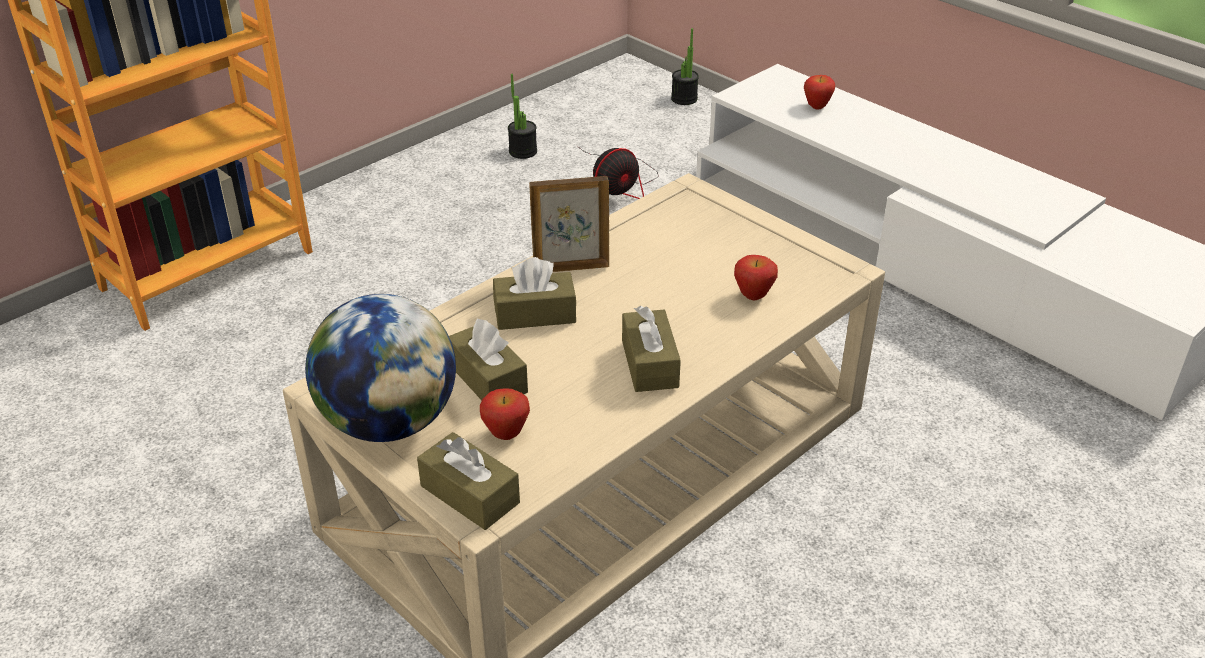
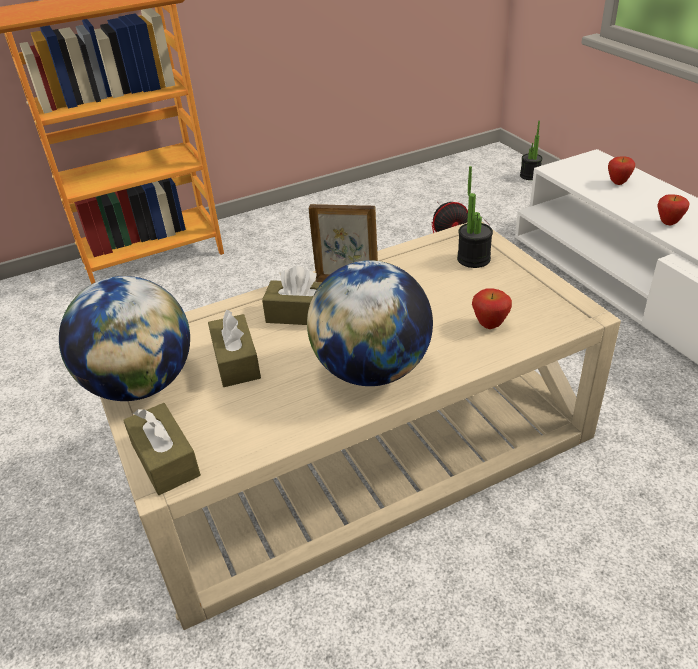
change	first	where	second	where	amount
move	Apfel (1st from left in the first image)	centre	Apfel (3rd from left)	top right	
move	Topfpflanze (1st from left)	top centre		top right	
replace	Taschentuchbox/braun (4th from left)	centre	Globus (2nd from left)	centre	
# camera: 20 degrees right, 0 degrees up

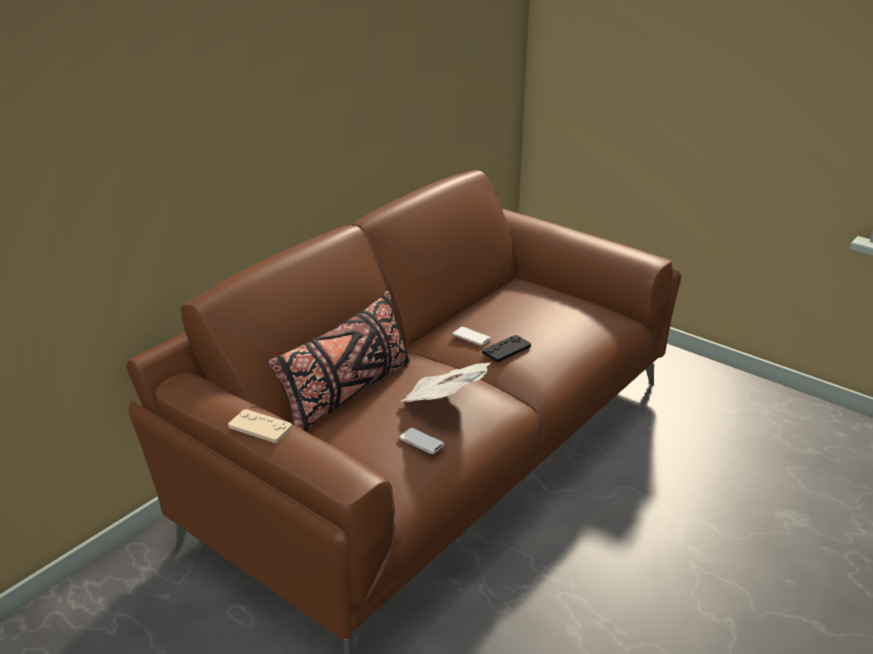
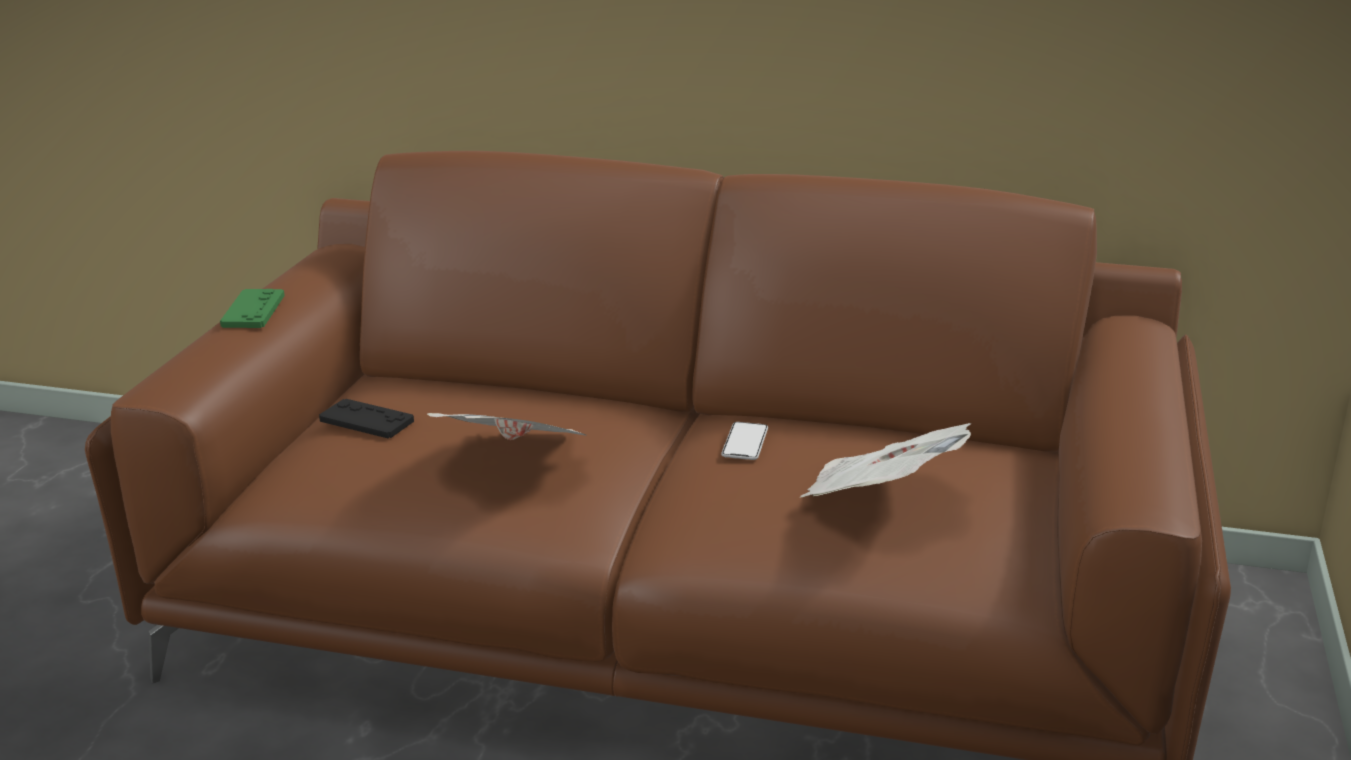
change	first	where	second	where	amount
delete	Kissen/schwarz	centre			
delete	Handy (1st from left)	bottom centre			
insert			Zeitung (2nd from left)	centre	
move	Gamepad/schwarz	centre		middle left	
recolor	Gamepad/beige	middle left	Gamepad/grün	middle left	
# camera: 65 degrees right, 5 degrees down

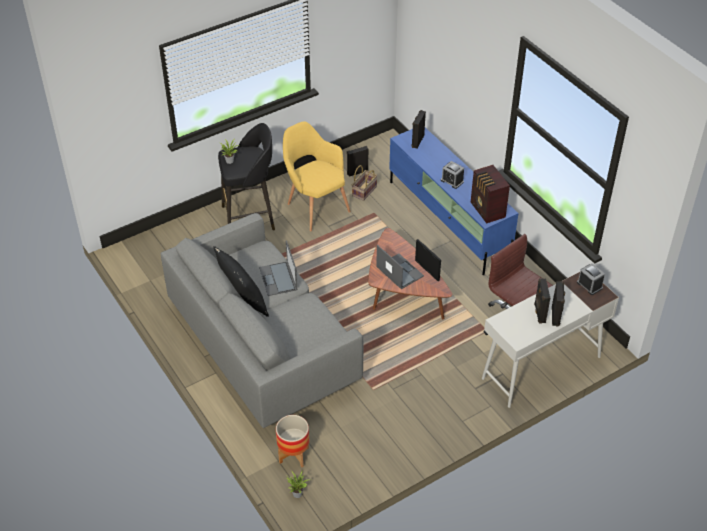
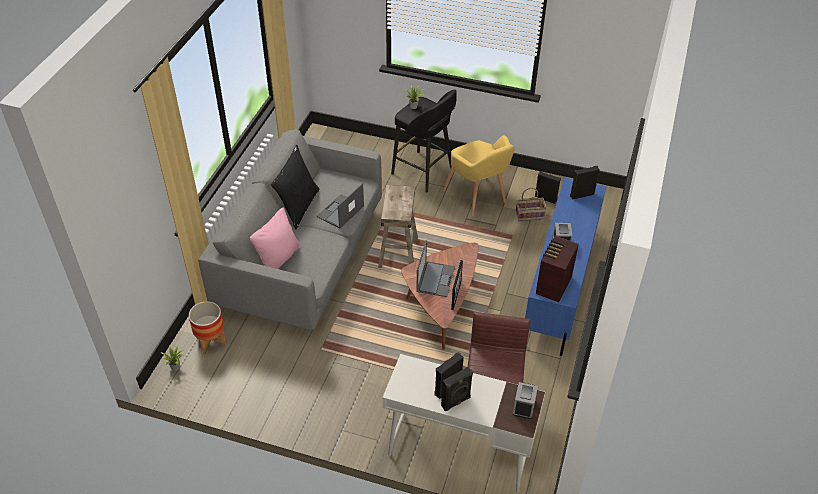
change	first	where	second	where	amount
insert			Kissen/rosa	centre	
insert			Hocker/beige	centre	
rotate	Sessel/gelb	top centre		centre	135 degrees clockwise
# camera: 50 degrees right, 0 degrees up

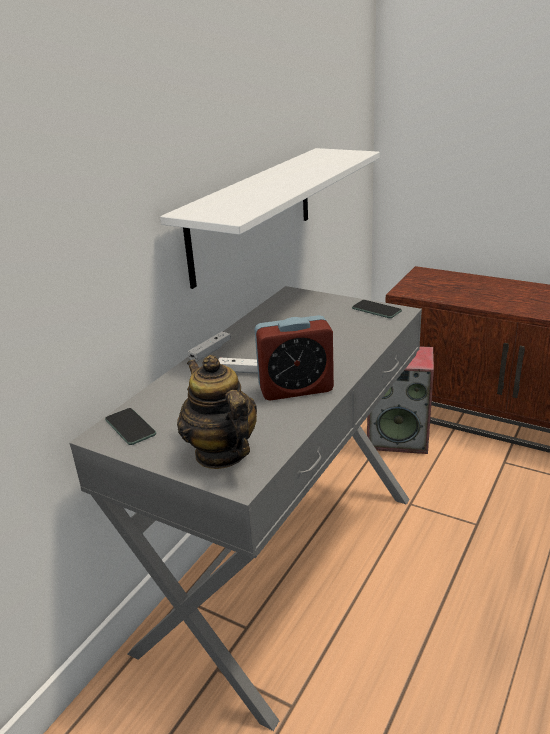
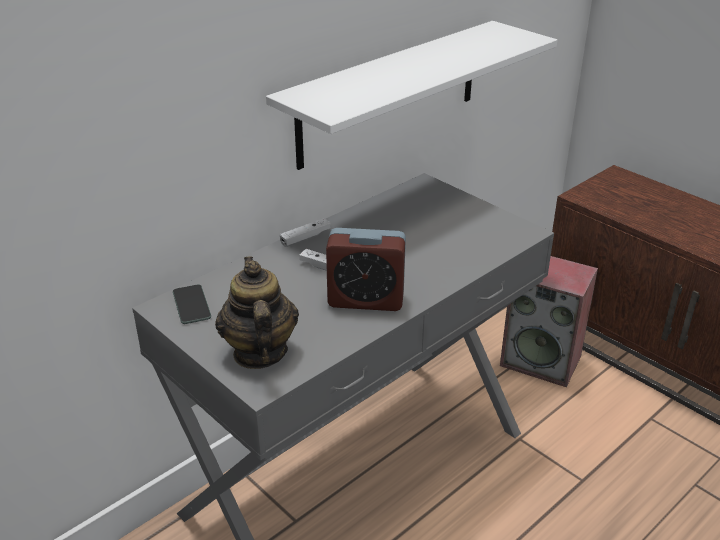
change	first	where	second	where	amount
delete	Handy (2nd from left)	middle right			
# camera: 15 degrees right, 5 degrees up

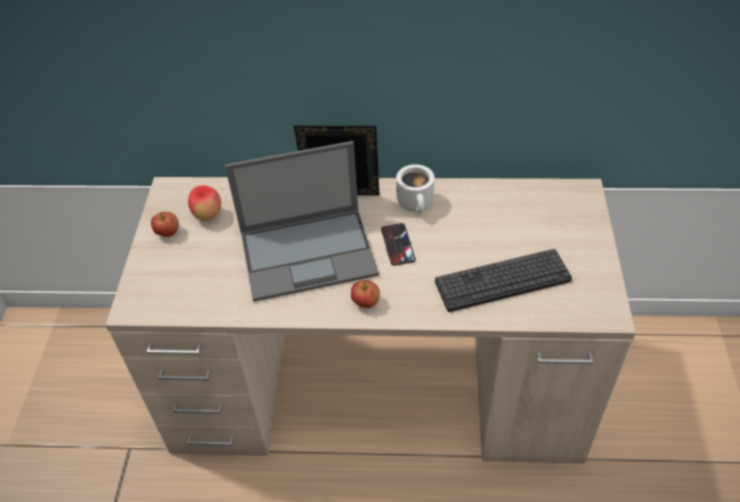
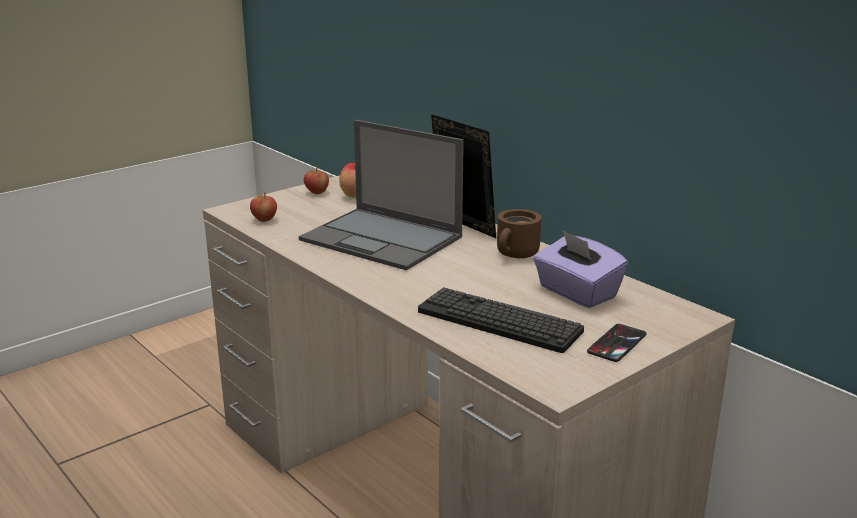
change	first	where	second	where	amount
insert			Taschentuchbox/lila	middle right	
move	Apfel (3rd from left in the first image)	centre	Apfel (1st from left)	middle left	
move	Handy	centre		middle right	
recolor	Henkelbecher/weiß	centre	Henkelbecher/braun	centre	
# camera: 45 degrees right, 25 degrees down

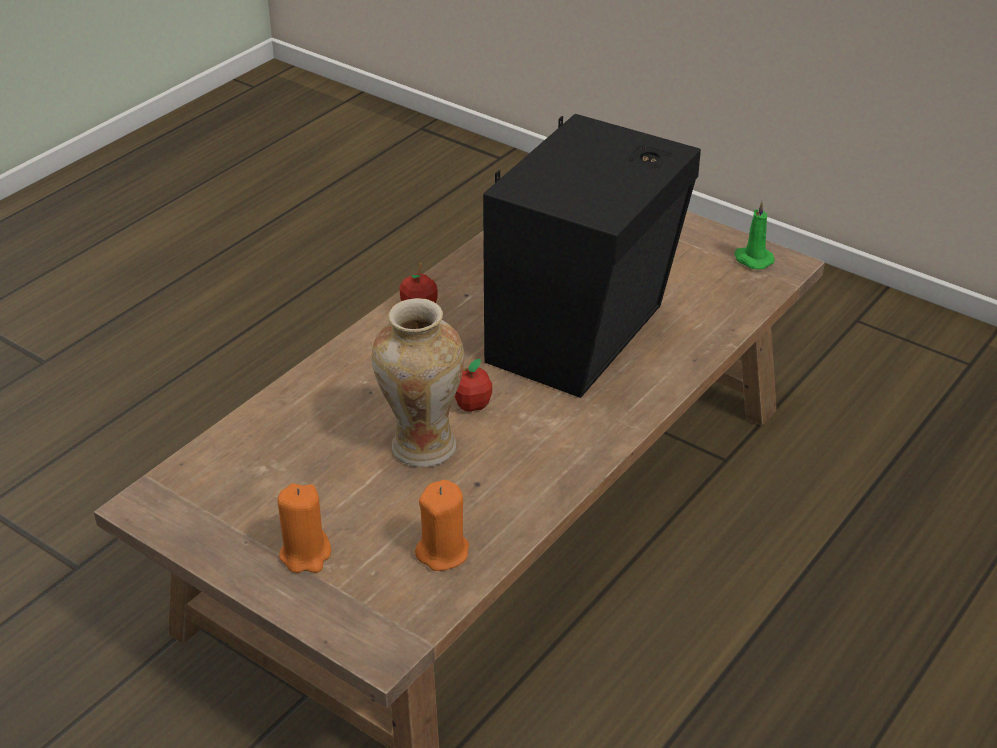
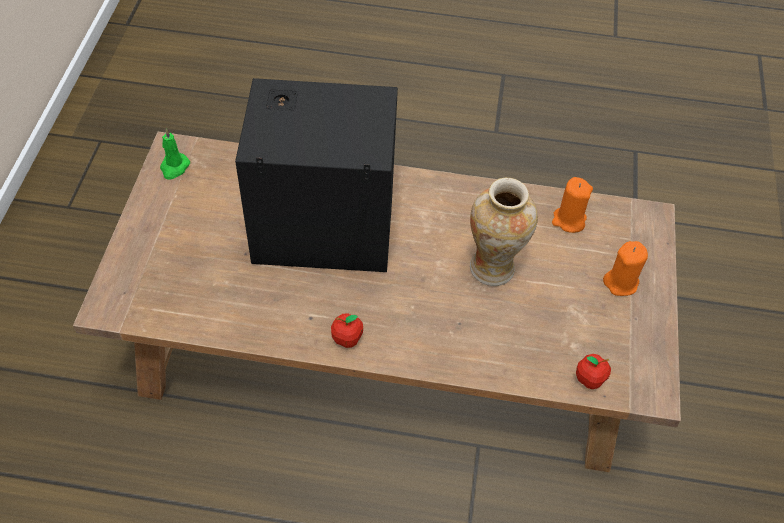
change	first	where	second	where	amount
move	Apfel (2nd from left)	centre		bottom right	
# camera: 120 degrees left, 15 degrees up

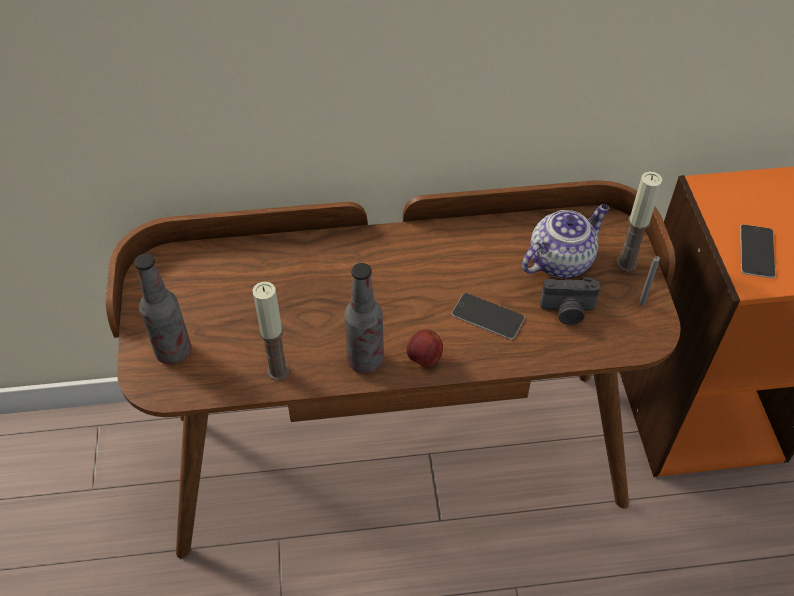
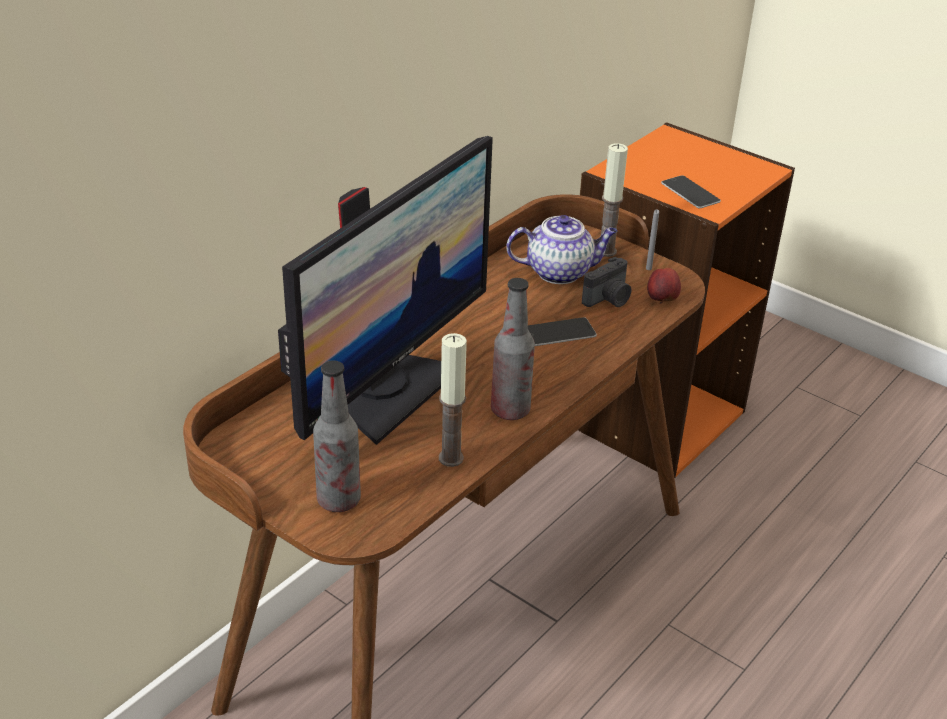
change	first	where	second	where	amount
insert			Monitor	centre	
move	Apfel	centre		middle right	
rotate	Teekanne	middle right		centre	75 degrees clockwise
# camera: 45 degrees left, 15 degrees down

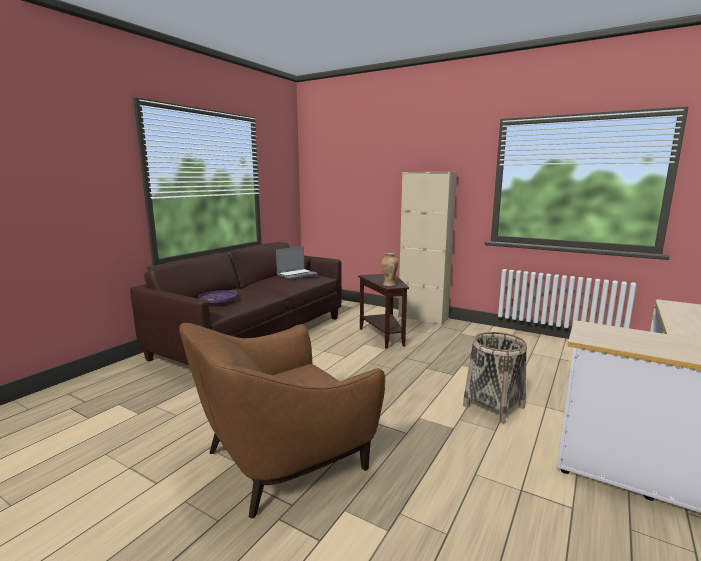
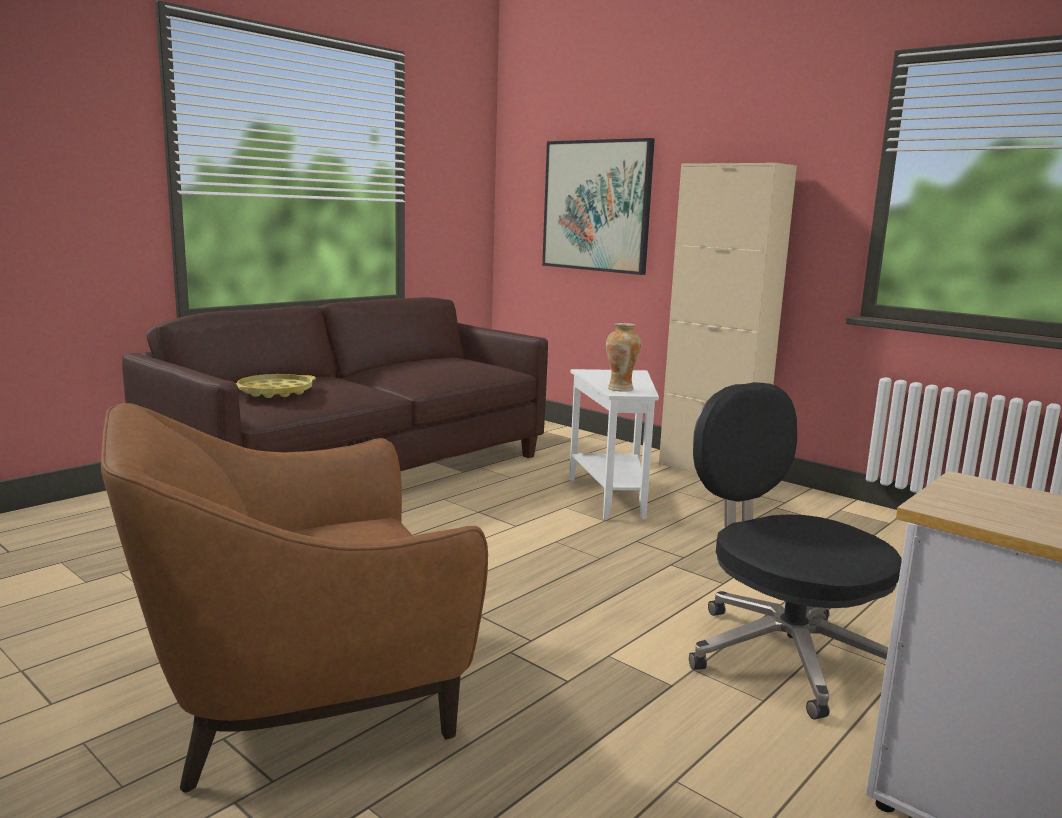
change	first	where	second	where	amount
delete	Laptop	centre			
insert			Bild	top centre	
replace	Korb	bottom right	Bürostuhl/schwarz	bottom right	
recolor	Tablett/lila	middle left	Tablett/gelb	middle left	
recolor	Beistelltisch/braun	centre	Beistelltisch/weiß	centre	
# camera: 10 degrees right, 0 degrees up

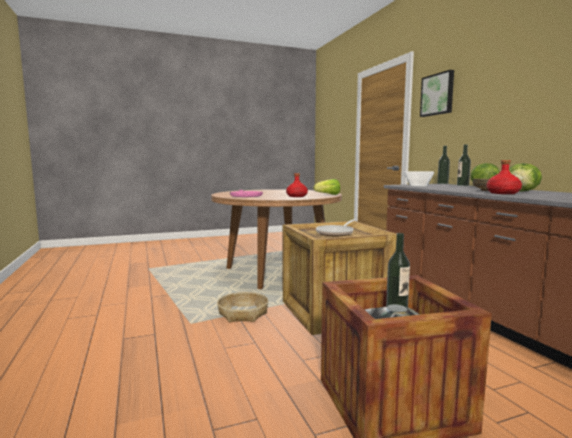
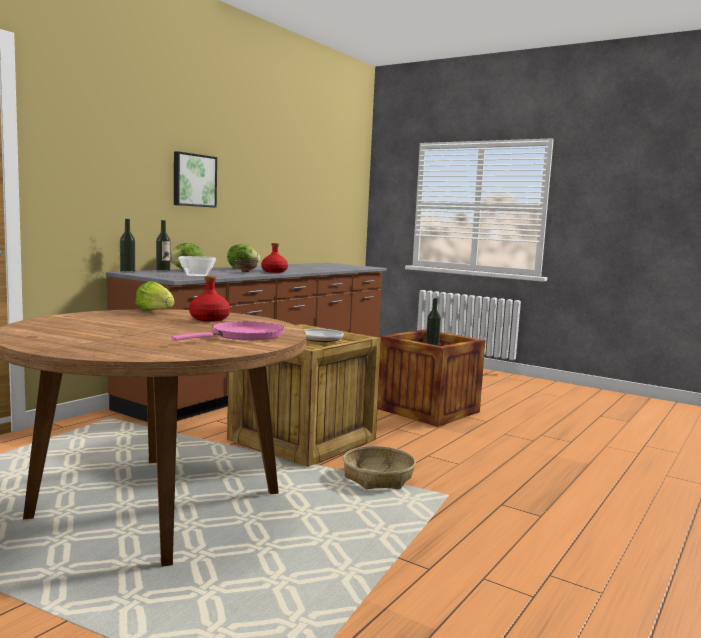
change	first	where	second	where	amount
move	Bild	top right		top left	
# camera: 125 degrees left, 0 degrees up

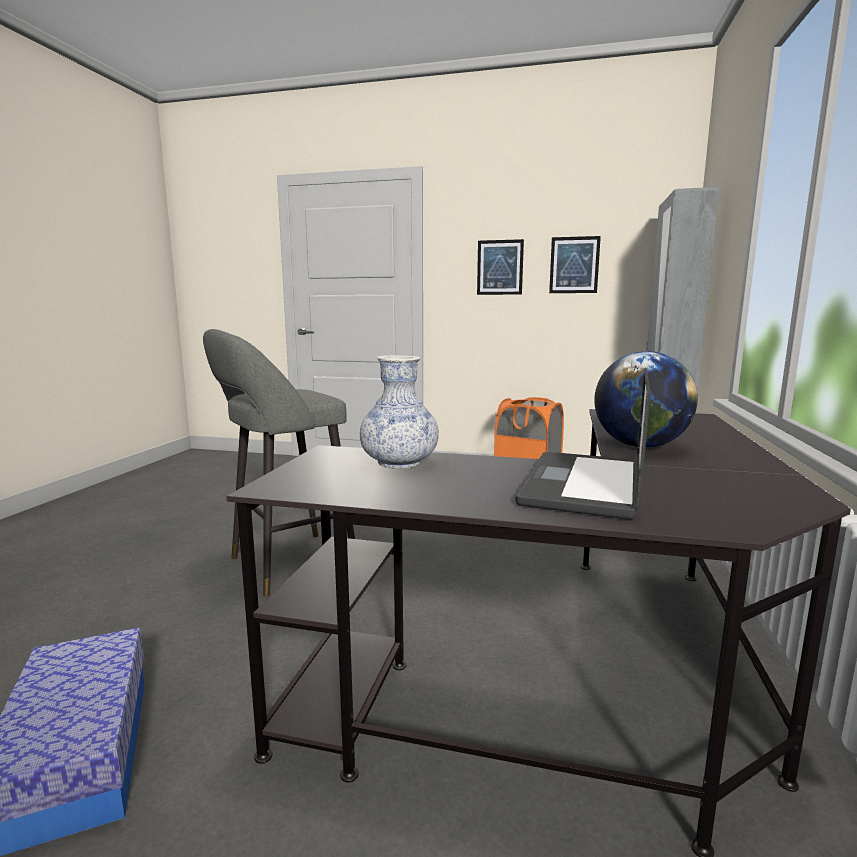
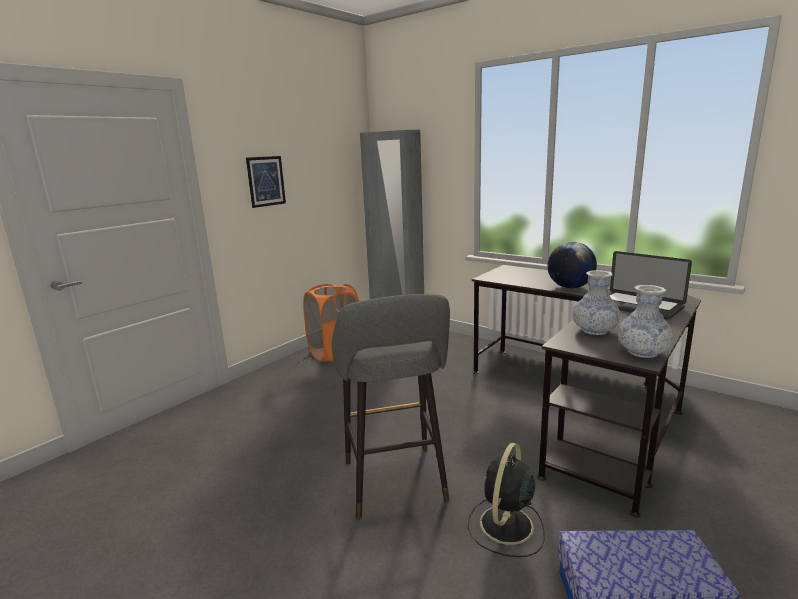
change	first	where	second	where	amount
delete	Bild (2nd from left)	top right			
insert			Ventilator/schwarz	bottom centre	
insert			Vase (2nd from left)	middle right	
# camera: 65 degrees left, 5 degrees up

